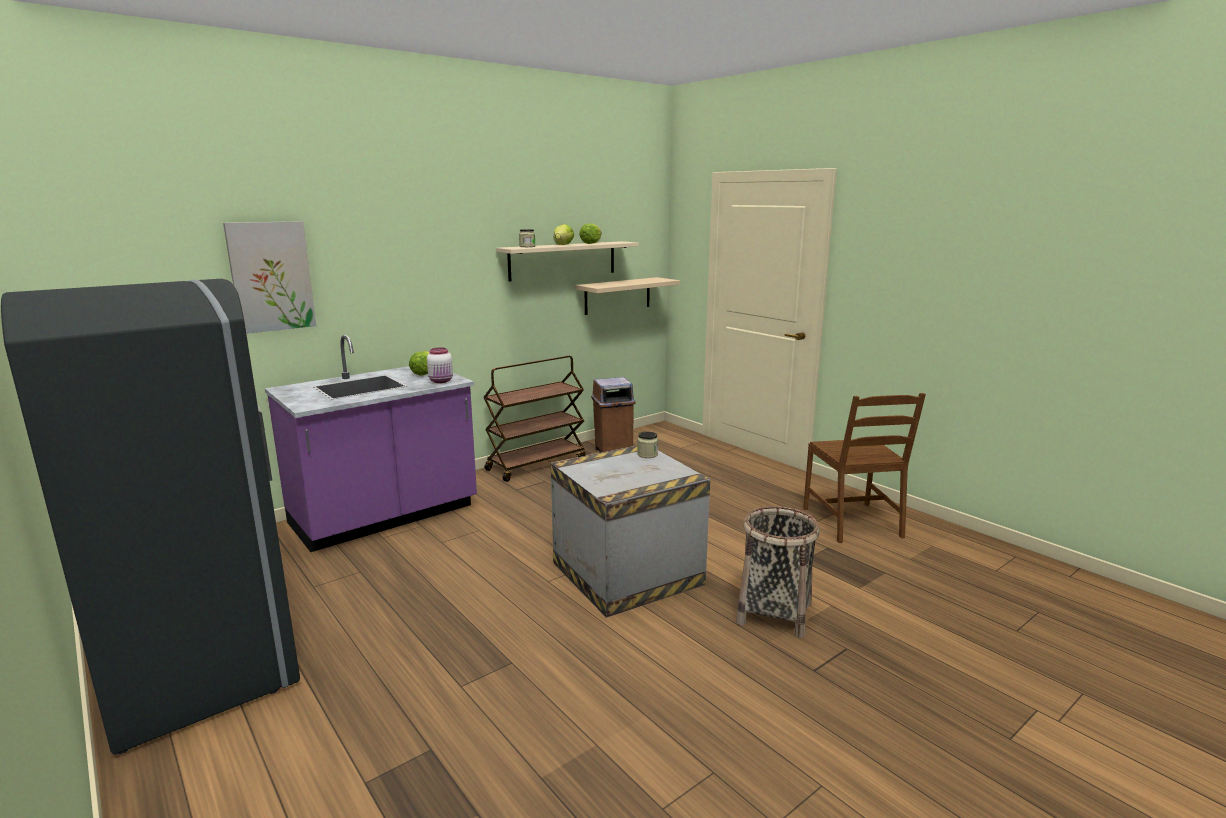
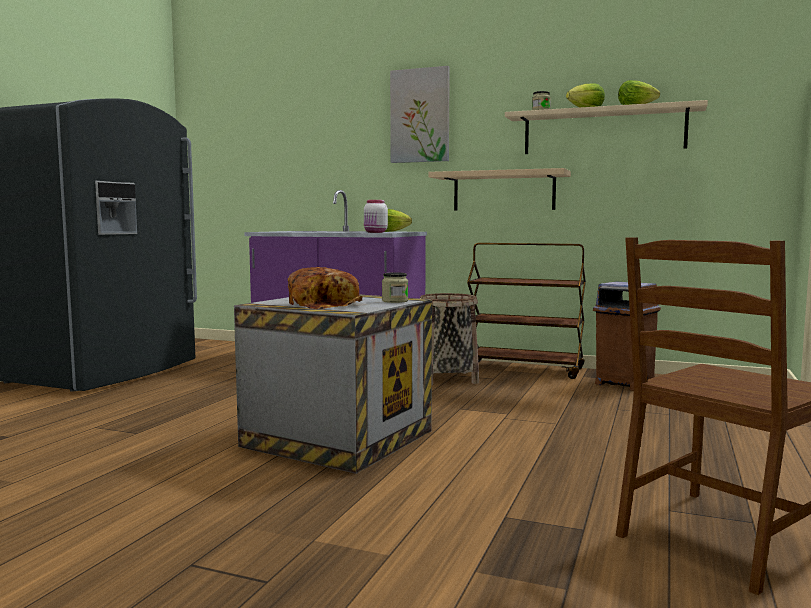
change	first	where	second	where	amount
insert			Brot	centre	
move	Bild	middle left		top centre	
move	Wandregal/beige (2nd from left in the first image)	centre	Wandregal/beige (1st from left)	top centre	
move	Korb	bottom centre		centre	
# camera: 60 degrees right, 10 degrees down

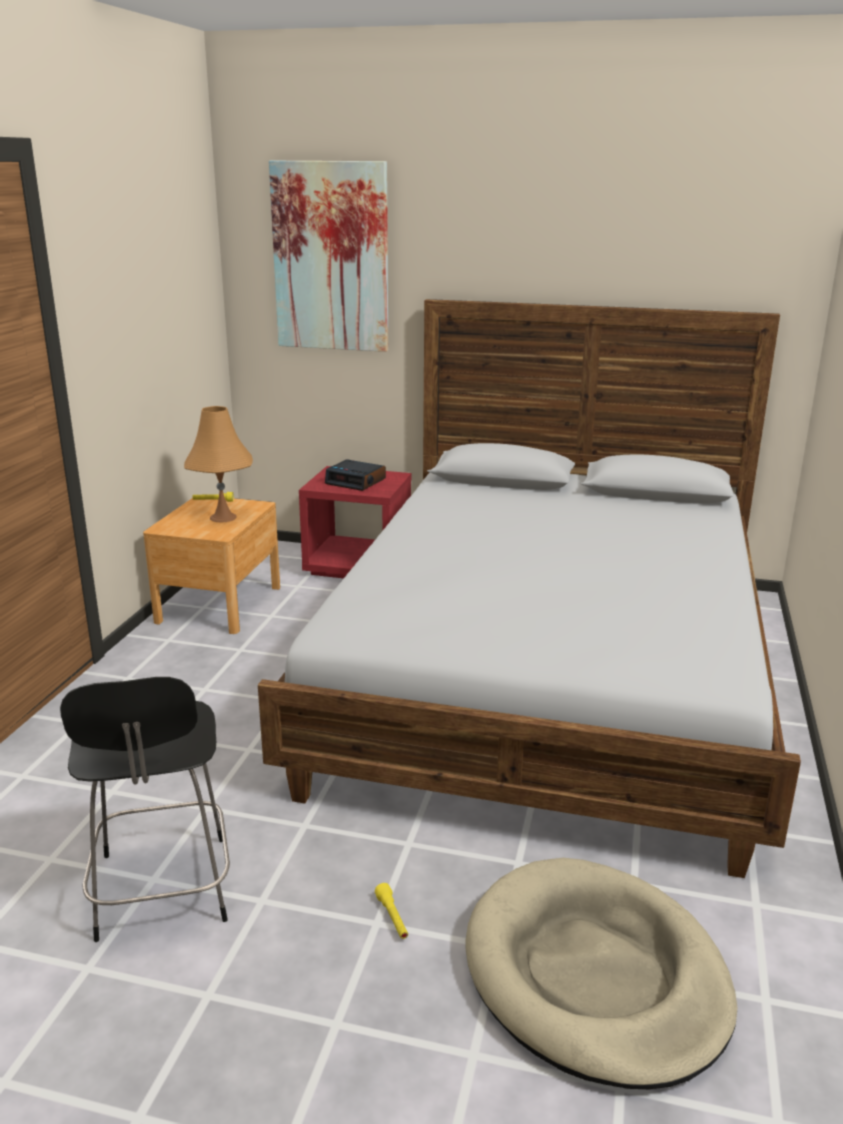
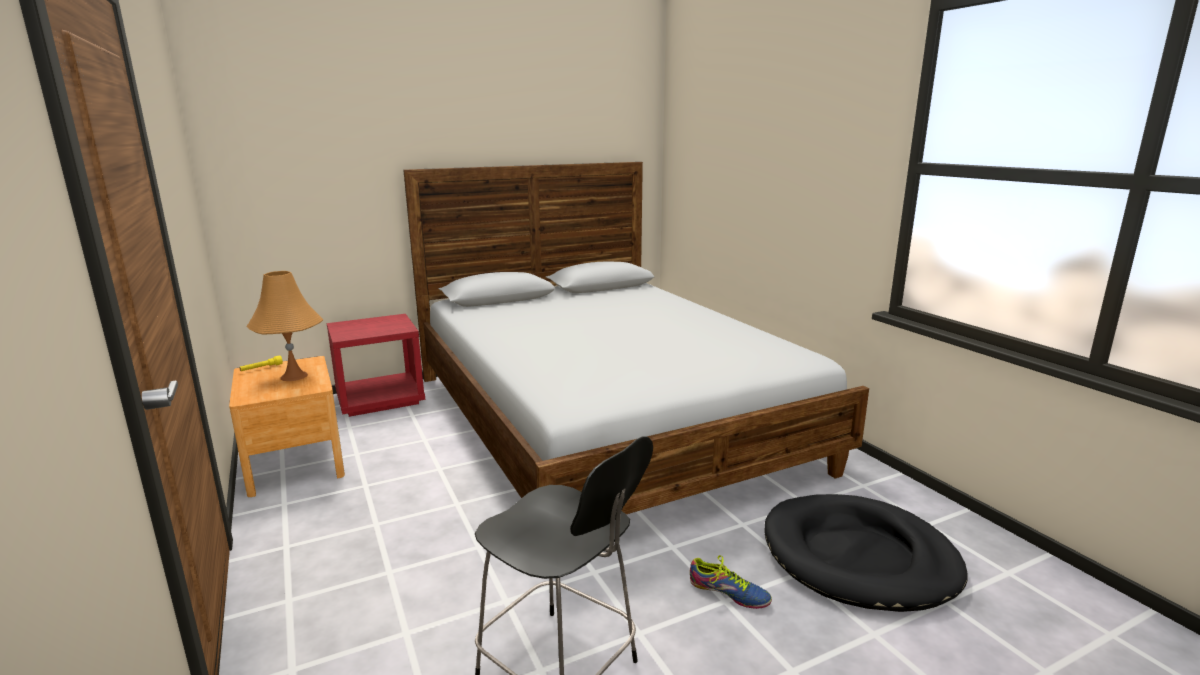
change	first	where	second	where	amount
delete	Bild	top centre			
delete	Wecker	centre			
replace	Taschenlampe/gelb (2nd from left)	bottom centre	Schuh	bottom centre	
recolor	Hundebett/beige	bottom right	Hundebett/schwarz	bottom right	
# camera: 40 degrees left, 5 degrees down

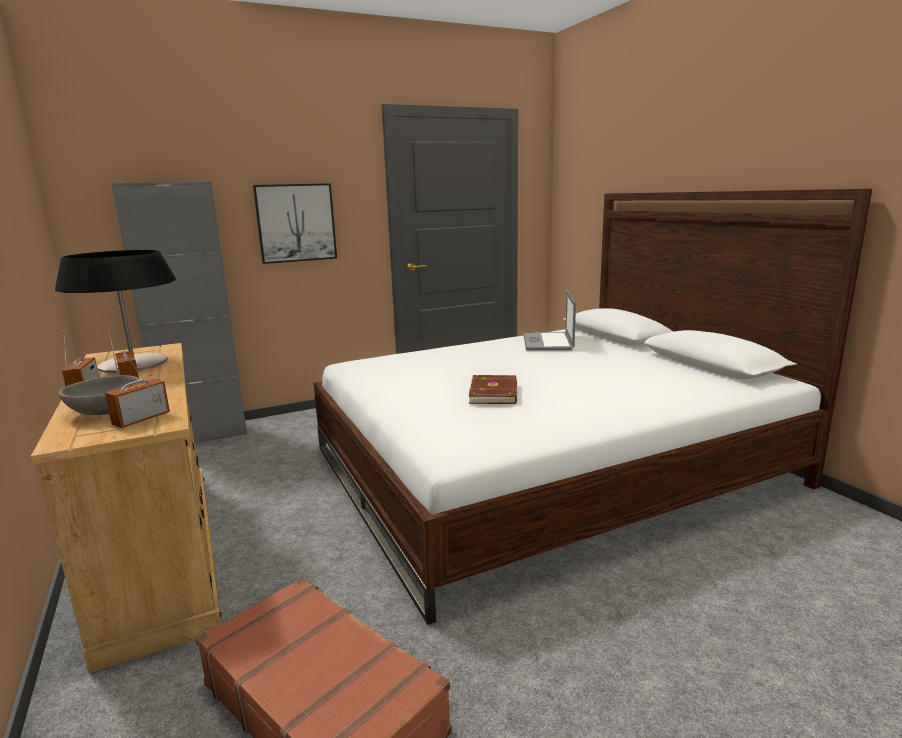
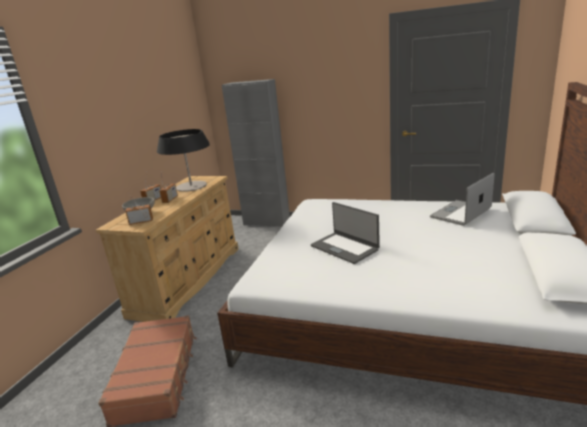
change	first	where	second	where	amount
delete	Bild	top left			
replace	Buch/braun	centre	Laptop (1st from left)	centre	
# camera: 45 degrees right, 5 degrees up

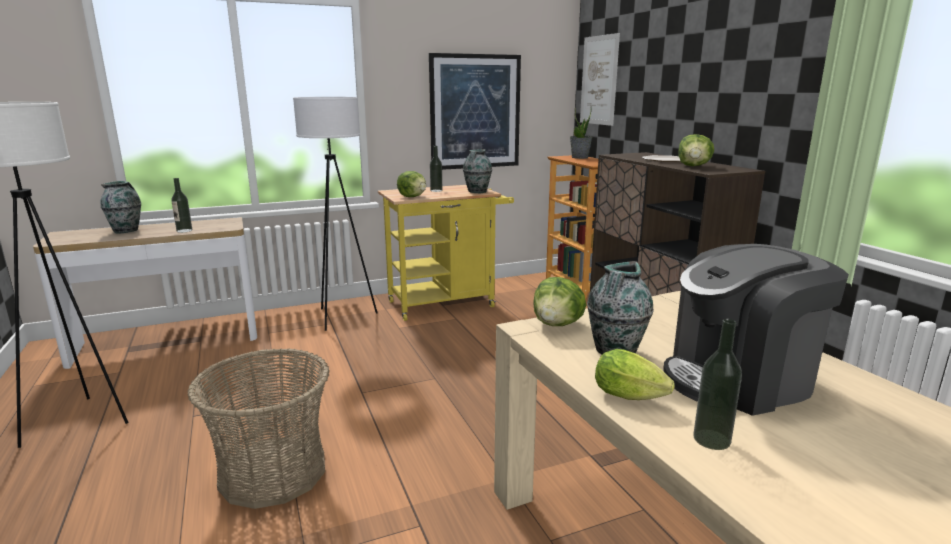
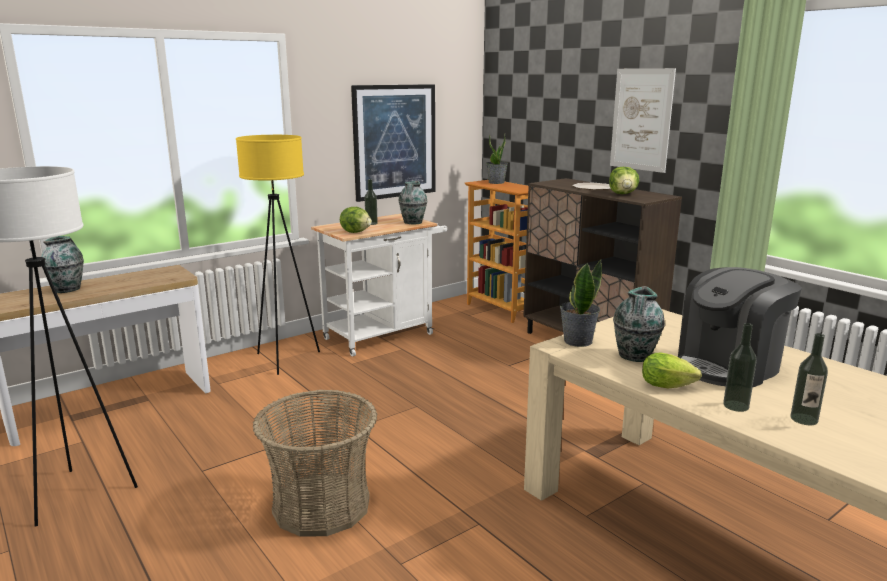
change	first	where	second	where	amount
move	Flasche (1st from left in the first image)	middle left	Flasche (3rd from left)	middle right	
move	Bild (2nd from left)	top centre		top right	
replace	Salatkopf (2nd from left)	centre	Topfpflanze (2nd from left)	centre	
recolor	Stehlampe/weiß (2nd from left)	centre	Stehlampe/gelb	middle left	
recolor	Rollwagen/gelb	centre	Rollwagen/weiß	centre	
# camera: 15 degrees left, 0 degrees up

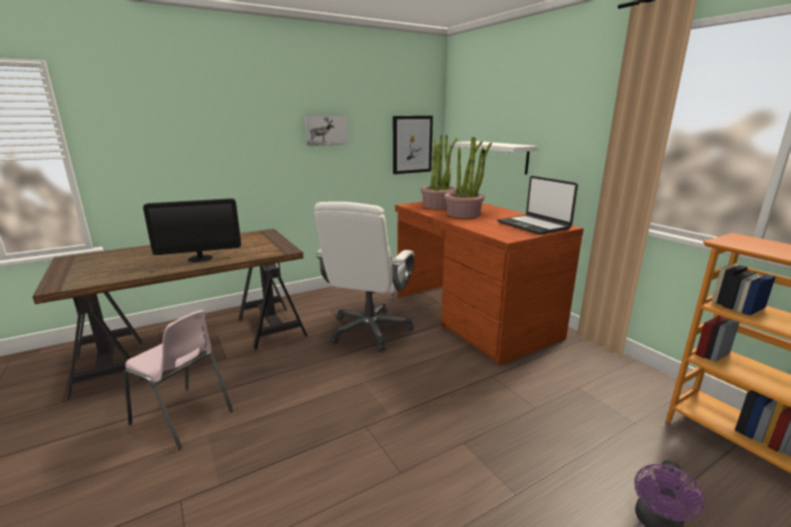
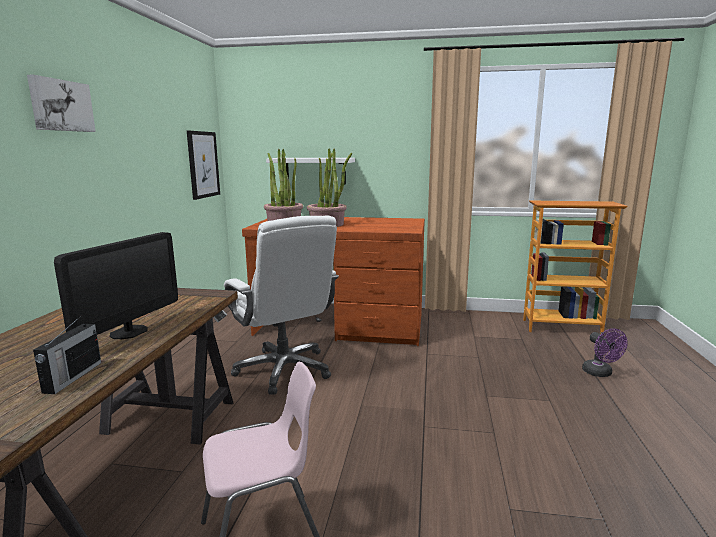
change	first	where	second	where	amount
delete	Laptop	middle right			
insert			Radio	middle left	
move	Bild (1st from left)	top centre		top left	
# camera: 50 degrees left, 5 degrees down

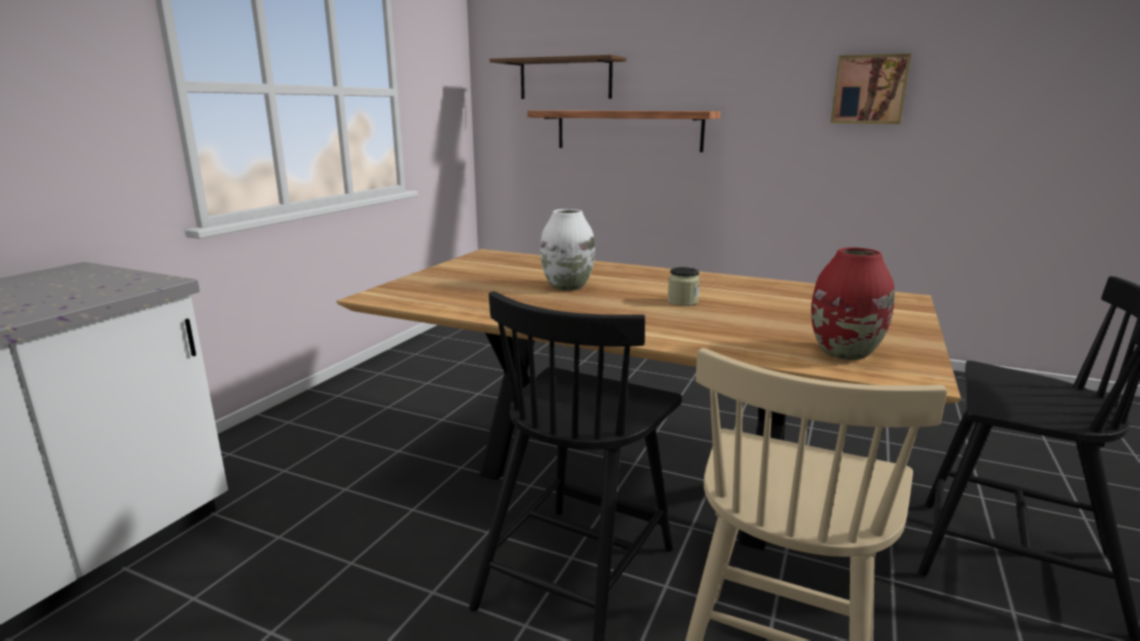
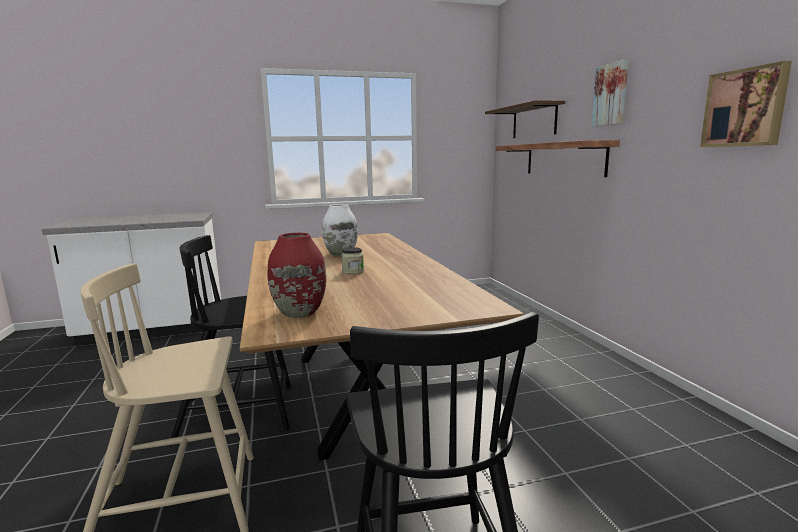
change	first	where	second	where	amount
insert			Bild (1st from left)	top right	
# camera: 50 degrees right, 5 degrees down

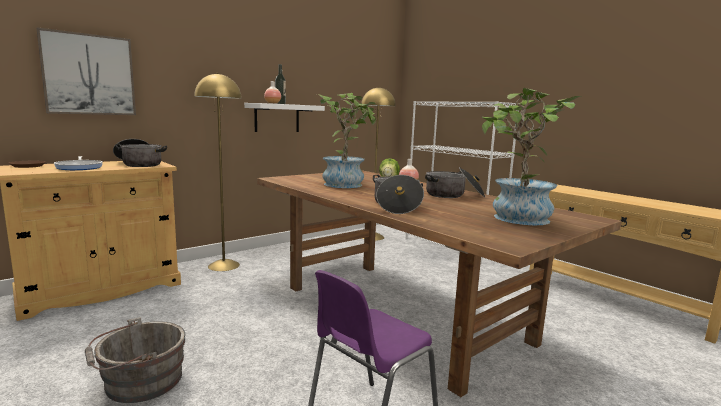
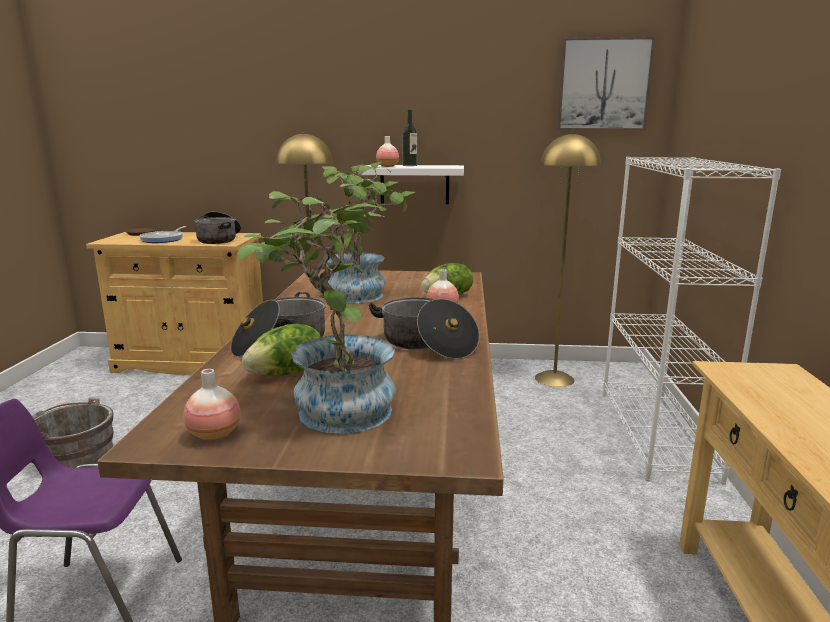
change	first	where	second	where	amount
insert			Vase (1st from left)	middle left	
insert			Salatkopf (1st from left)	centre	
move	Bild	top left		top right	
# camera: 45 degrees right, 5 degrees up

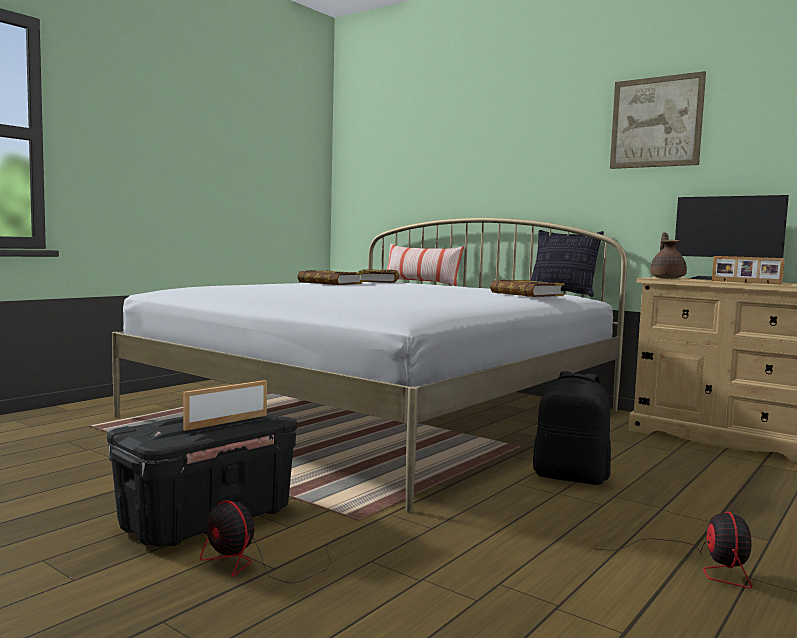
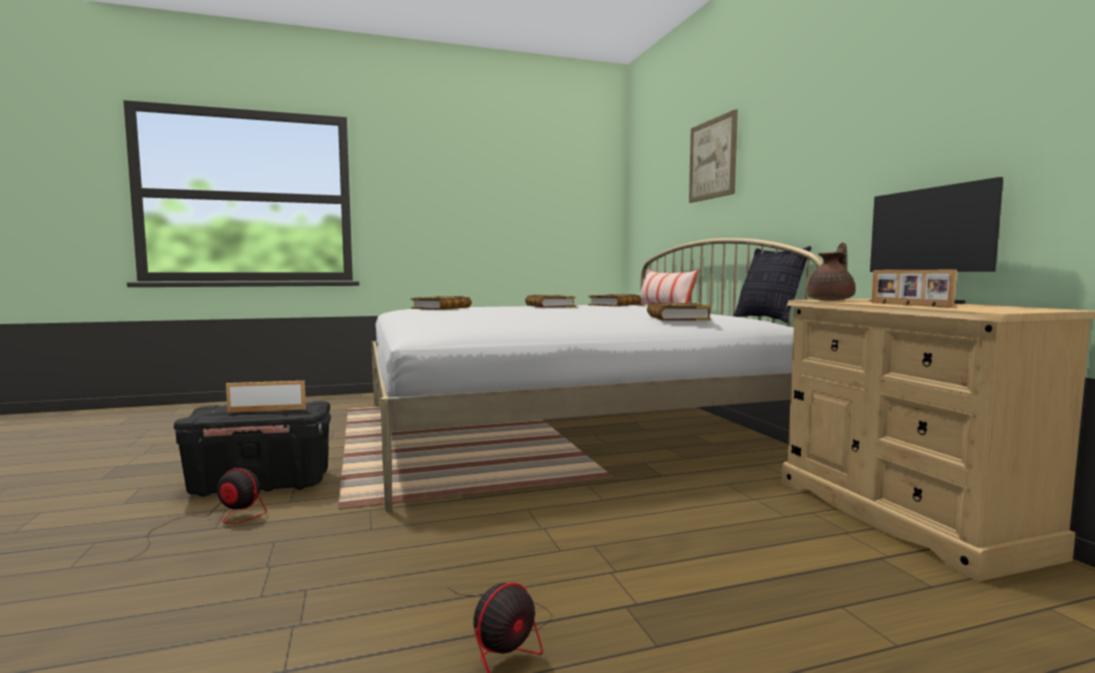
change	first	where	second	where	amount
delete	Rucksack/schwarz	bottom right			
insert			Buch (1st from left)	centre	
move	Bild	top right		top centre	
rotate	Ventilator (1st from left)	bottom centre		bottom left	120 degrees clockwise
# camera: 35 degrees right, 0 degrees up

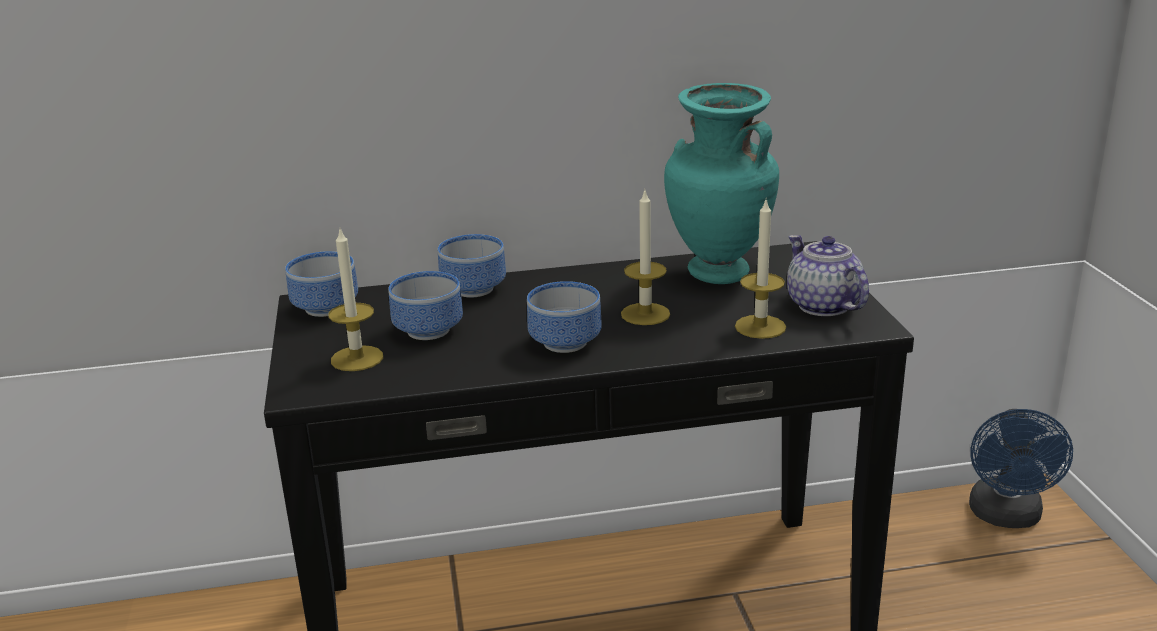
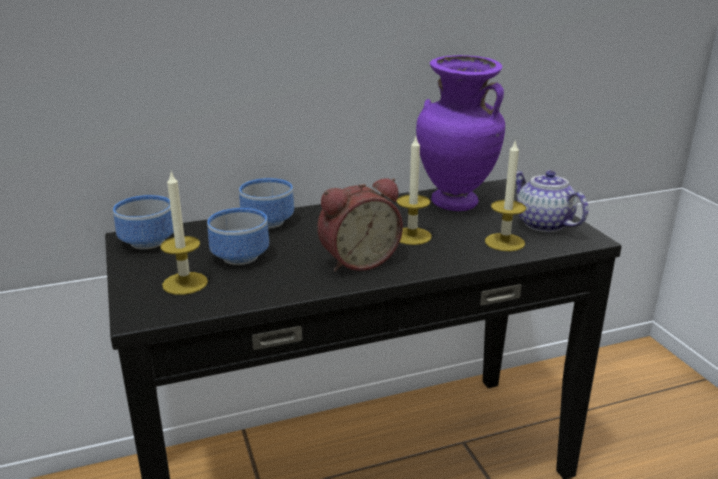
change	first	where	second	where	amount
delete	Ventilator/blau	bottom right			
replace	Schüssel (4th from left)	centre	Wecker	centre	
recolor	Vase/türkis	top centre	Vase/lila	top centre	
# camera: 10 degrees left, 0 degrees up

